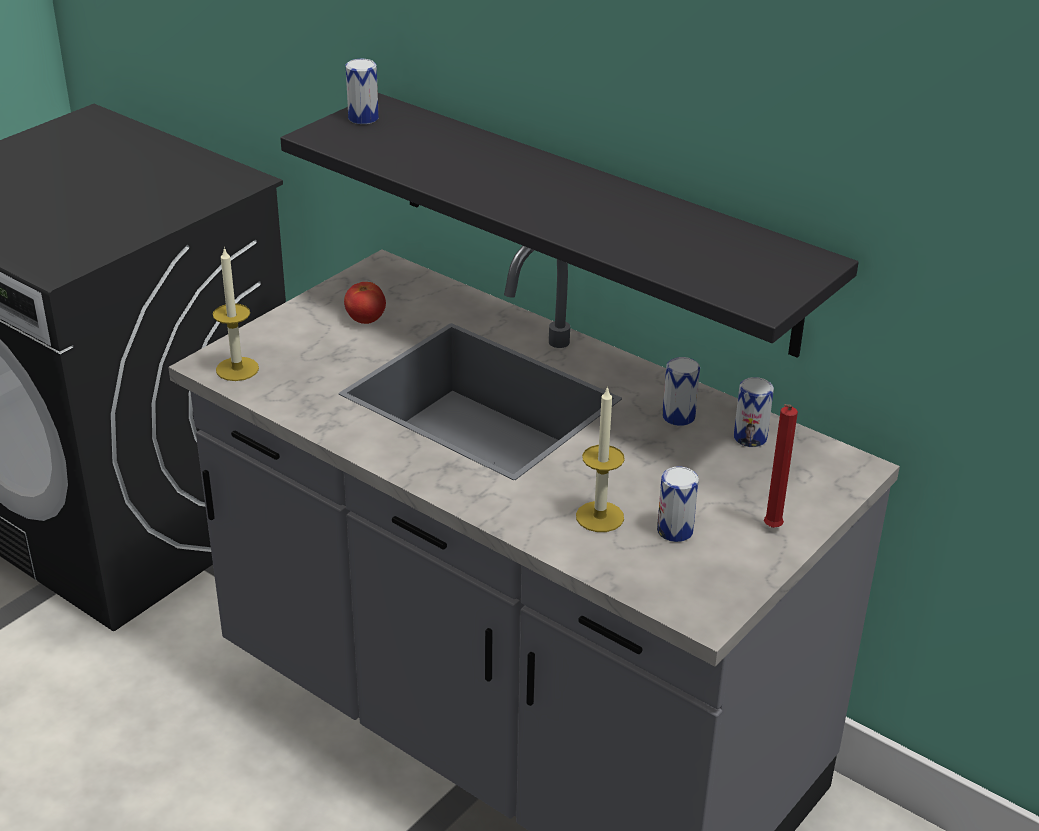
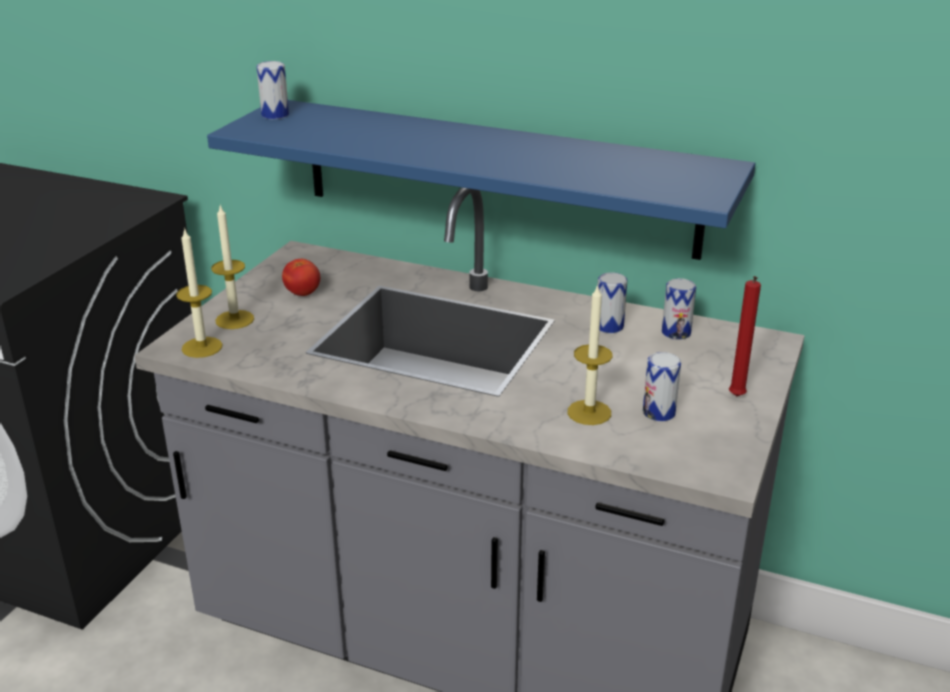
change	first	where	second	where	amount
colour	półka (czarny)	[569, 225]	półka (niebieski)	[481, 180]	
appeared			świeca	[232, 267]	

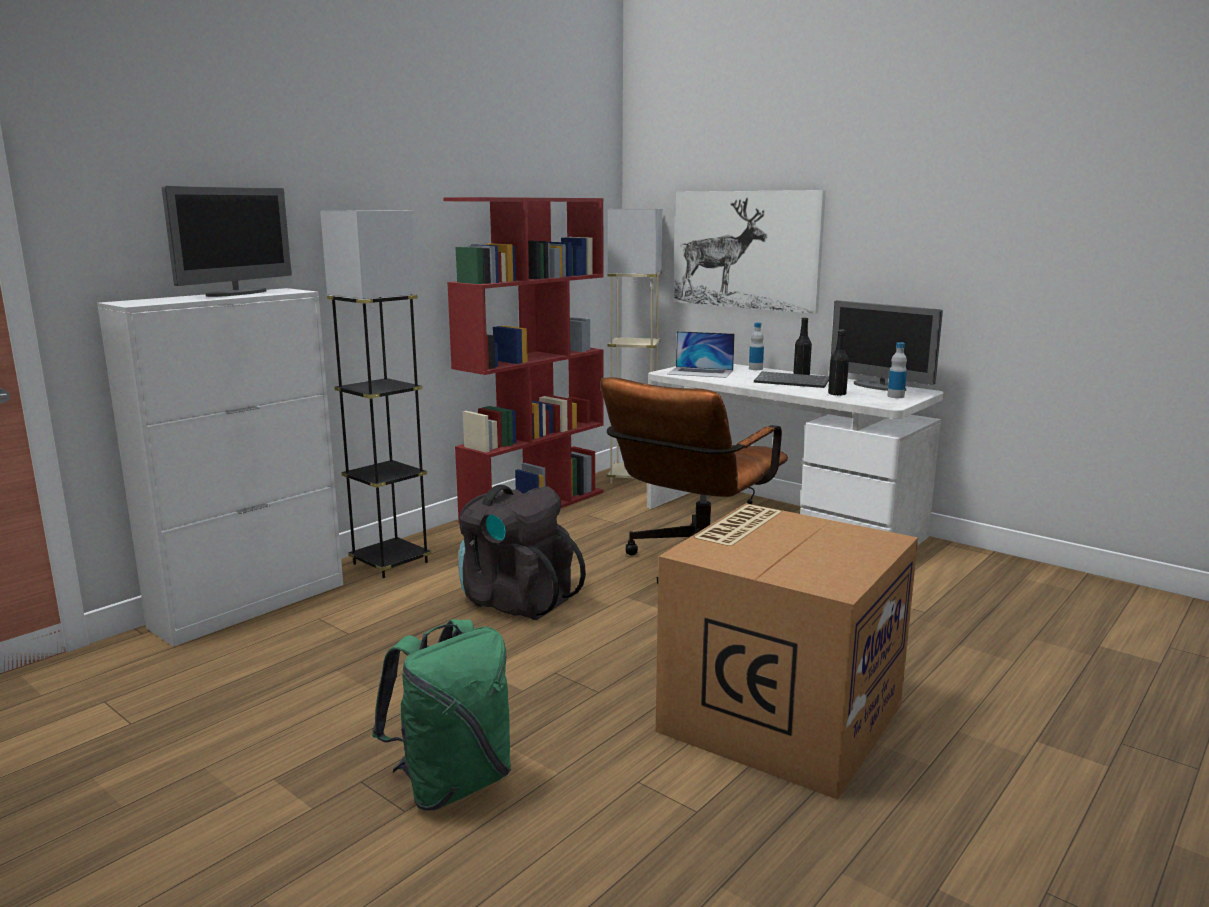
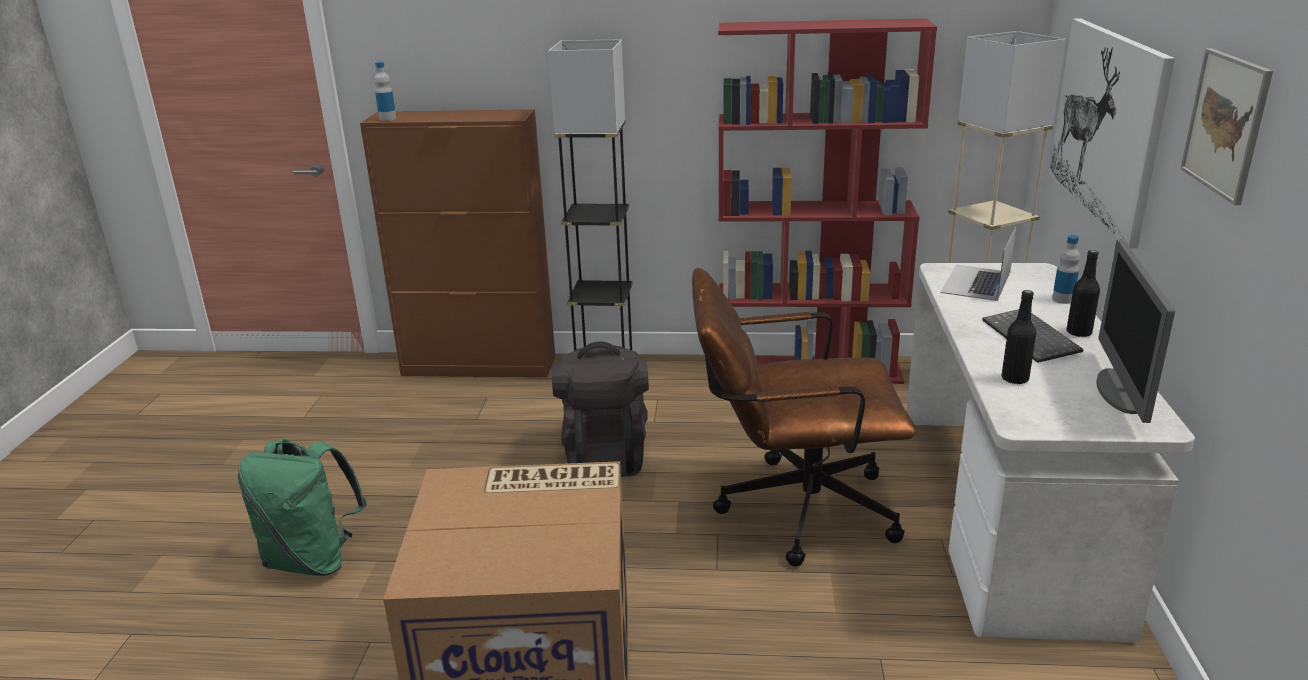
change	first	where	second	where	amount
colour	szafka (biały)	[220, 467]	szafka (brązowy)	[457, 243]	
relocated	butelka	[897, 370]		[385, 91]	
spun	laptop	[701, 354]		[978, 263]	45 degrees clockwise
appeared			obraz	[1226, 126]	
missing	monitor	[227, 241]			

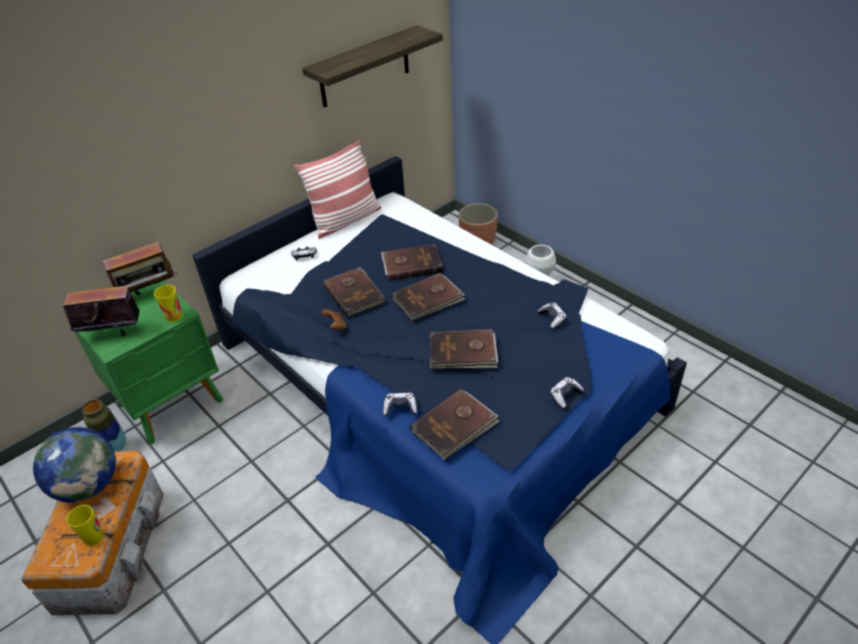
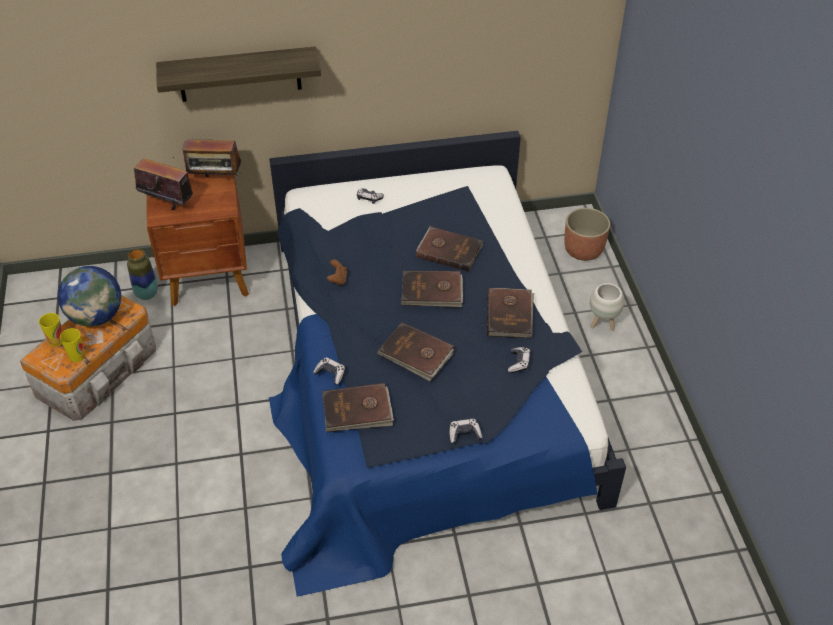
change	first	where	second	where	amount
relocated	filiżanka	[168, 303]		[51, 330]	
colour	szafka nocna (zielony)	[148, 362]	szafka nocna (brązowy)	[198, 239]	
relocated	półka	[372, 66]		[238, 74]	
relocated	książka (brązowy)	[354, 292]		[510, 313]	
missing	poduszka	[338, 189]			

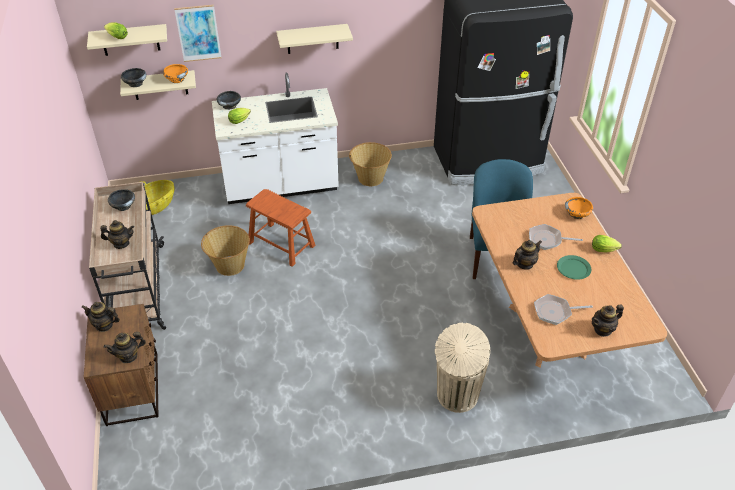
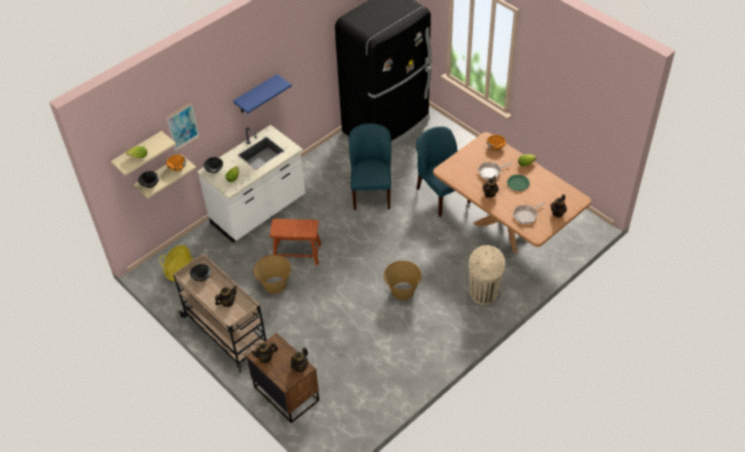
change	first	where	second	where	amount
colour	półka (beżowy)	[314, 39]	półka (niebieski)	[262, 93]	
appeared			krzesło (niebieski)	[370, 167]	
relocated	koszyk	[370, 164]		[403, 280]	

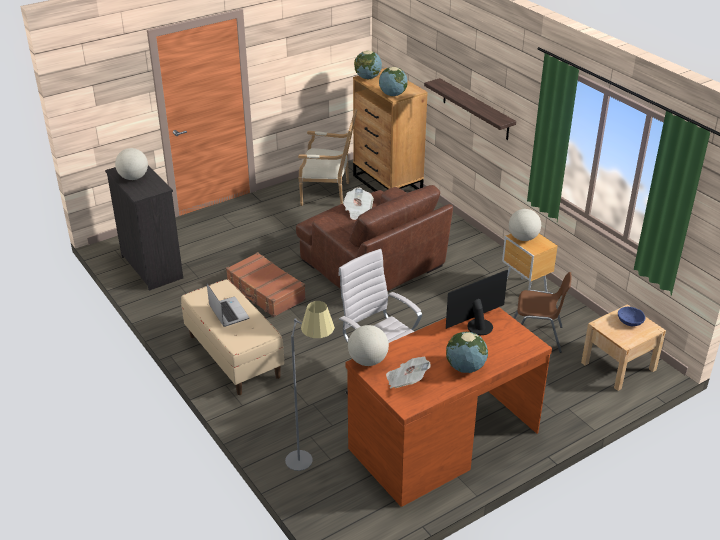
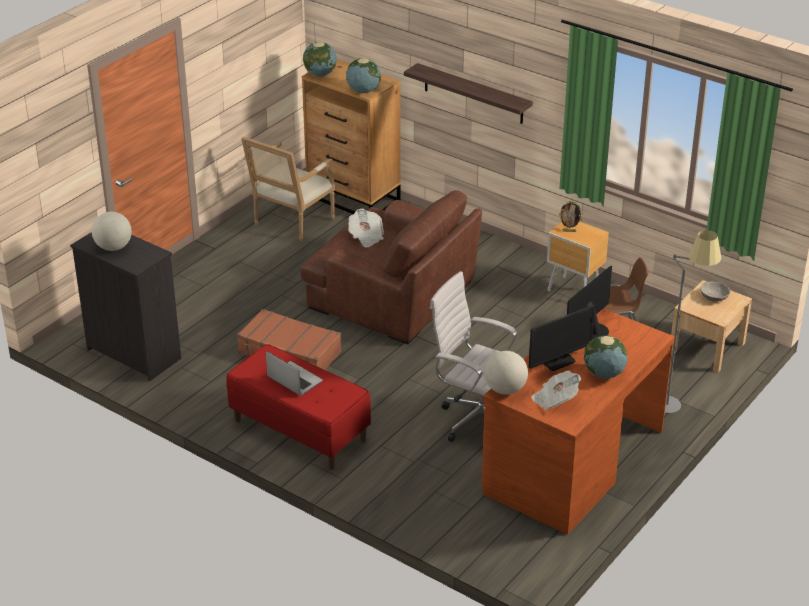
change	first	where	second	where	amount
colour	ławka (beżowy)	[232, 337]	ławka (czerwony)	[298, 407]	
spun	fotel	[327, 157]		[288, 189]	135 degrees clockwise
appeared			monitor	[562, 338]	
exchanged	globus	[525, 225]	ramka na zdjęcie	[571, 216]	
relocated	lampa stojąca (szary)	[310, 386]		[693, 322]	
colour	miska (niebieski)	[632, 316]	miska (szary)	[715, 291]	

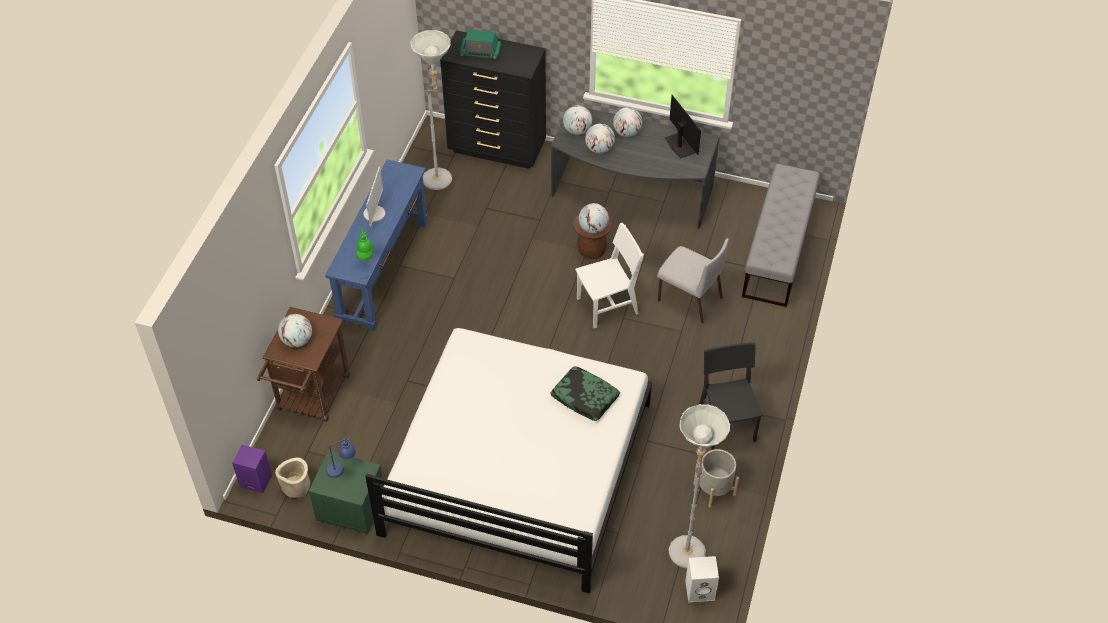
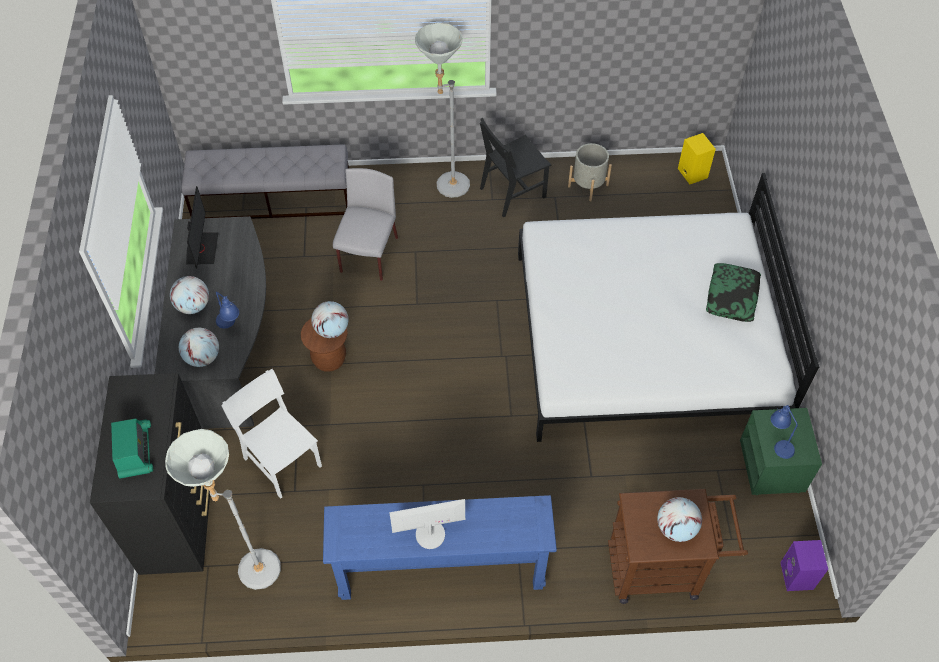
change	first	where	second	where	amount
spun	monitor	[683, 127]		[202, 227]	135 degrees clockwise
exchanged	globus	[600, 139]	lampa stołowa (niebieski)	[227, 310]	
relocated	krzesło (biały)	[609, 275]		[271, 434]	
relocated	lampa stojąca (szary)	[699, 486]		[442, 110]	
colour	głośnik (biały)	[702, 579]	głośnik (żółty)	[697, 158]	
relocated	poduszka	[585, 393]		[733, 292]	
missing	donica (beżowy)	[292, 478]			
missing	lampa stołowa (zielony)	[365, 244]			

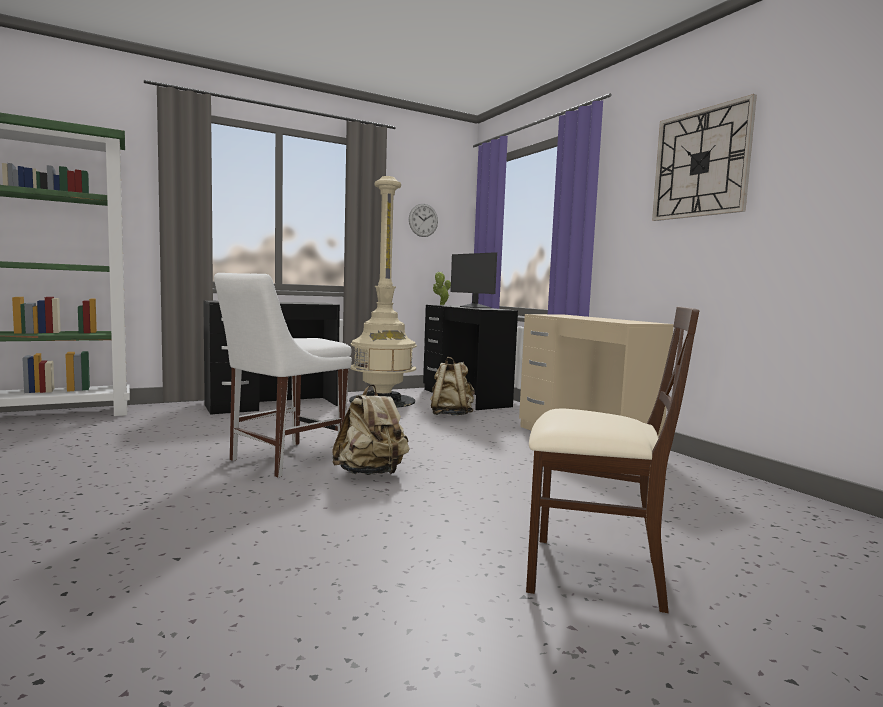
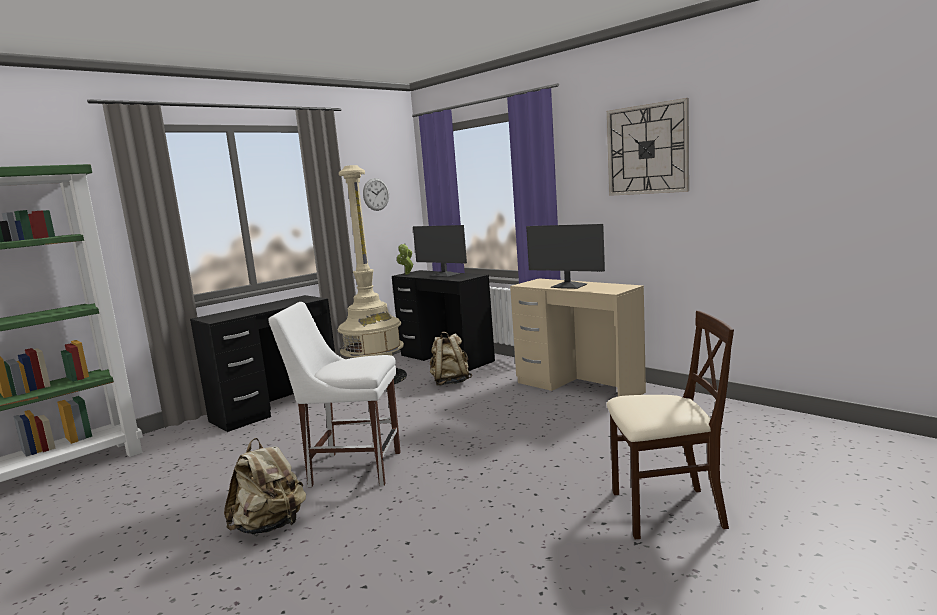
change	first	where	second	where	amount
relocated	plecak (beżowy)	[371, 429]		[265, 486]	
spun	krzesło (biały)	[283, 375]		[334, 394]	75 degrees clockwise
appeared			monitor	[565, 256]	

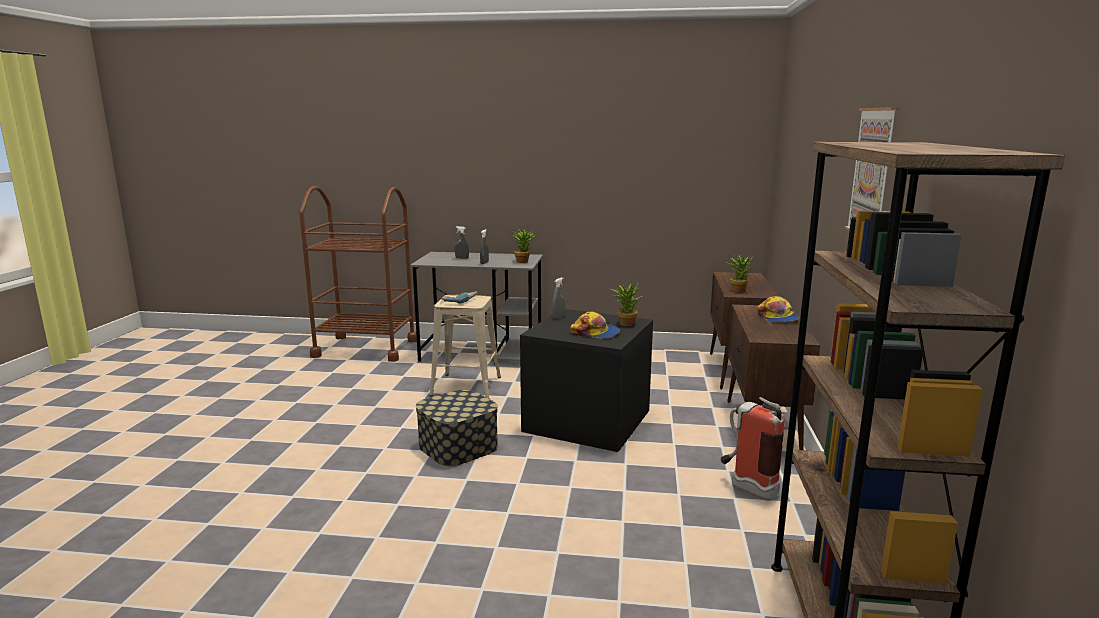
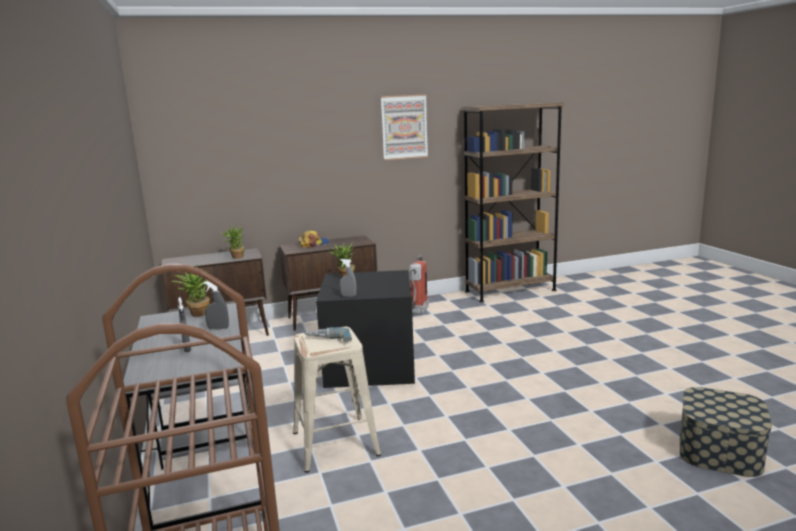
change	first	where	second	where	amount
relocated	pojemnik do przechowywania	[457, 427]		[726, 432]	
missing	czapka z daszkiem	[595, 325]			

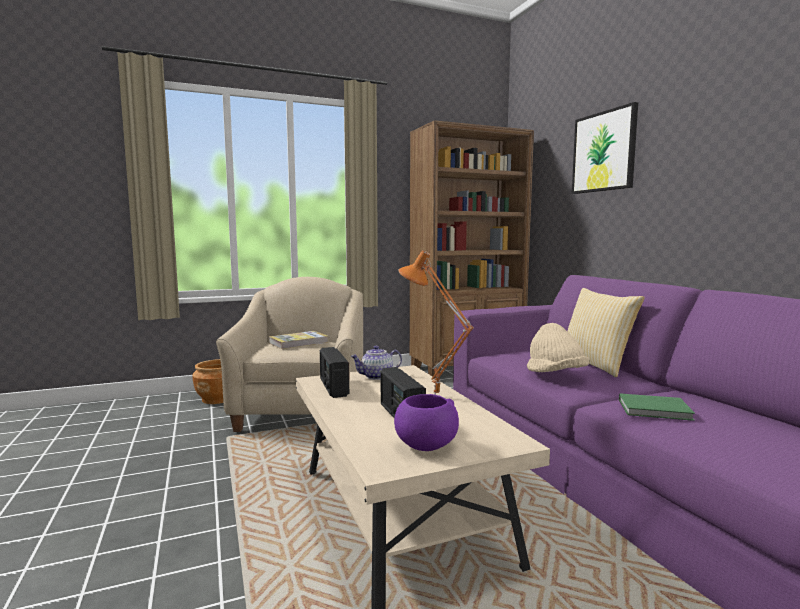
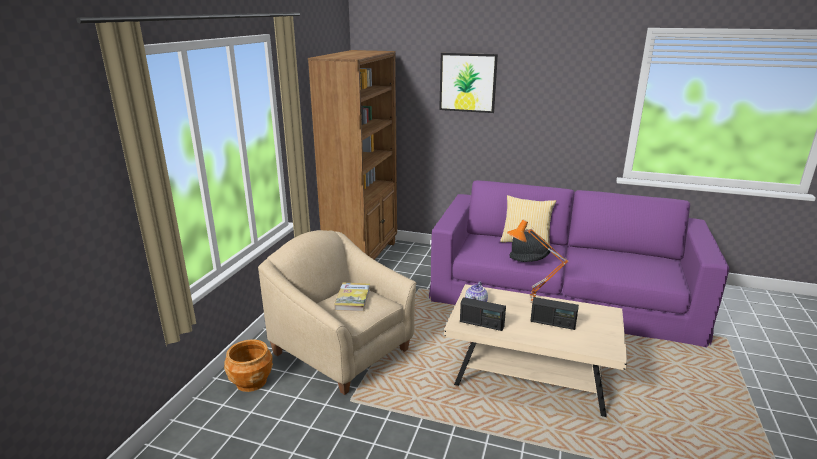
change	first	where	second	where	amount
colour	kapelusz (beżowy)	[558, 347]	kapelusz (czarny)	[530, 245]	
missing	miska (fioletowy)	[426, 422]			
missing	książka (zielony)	[657, 407]			

